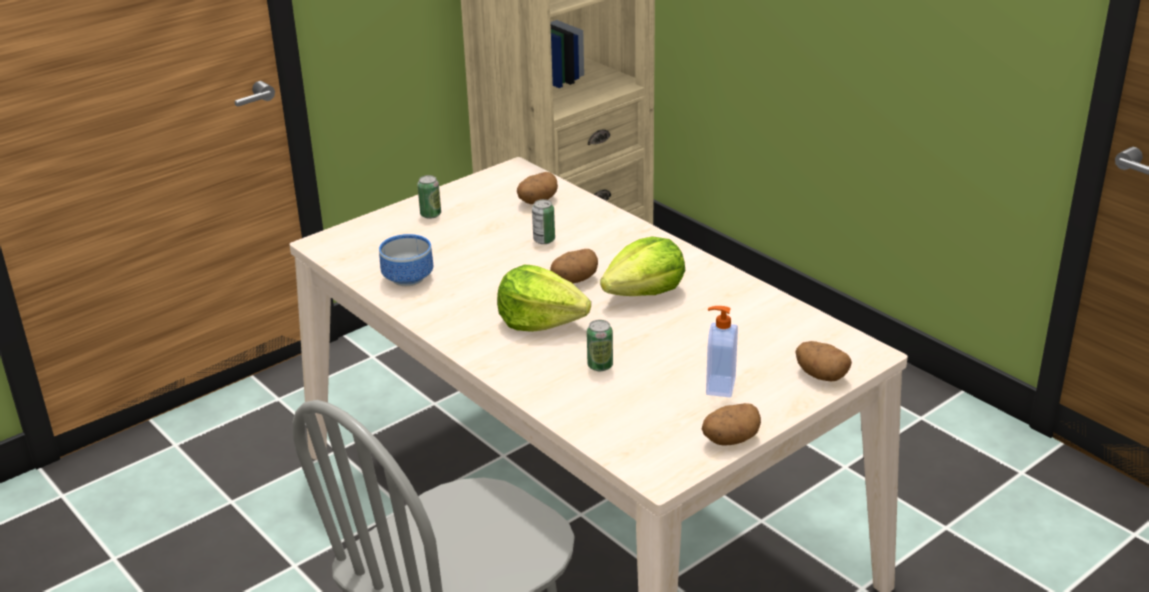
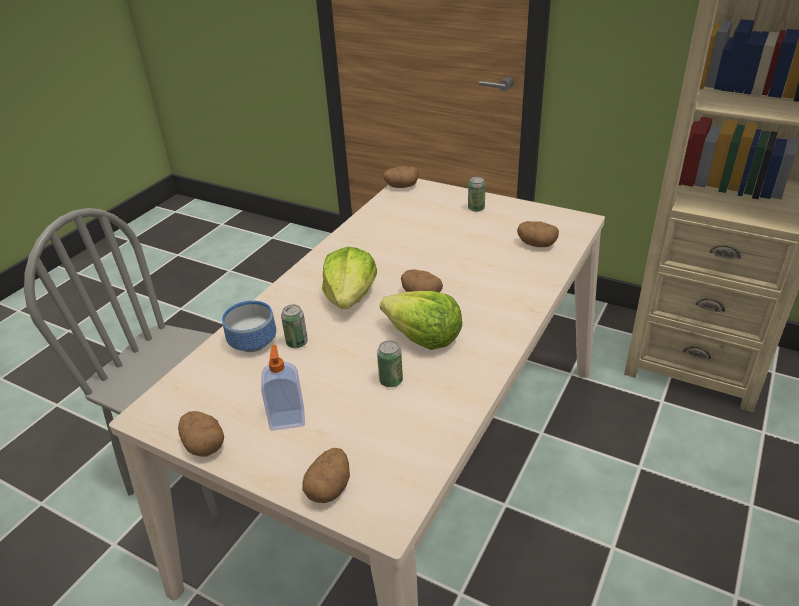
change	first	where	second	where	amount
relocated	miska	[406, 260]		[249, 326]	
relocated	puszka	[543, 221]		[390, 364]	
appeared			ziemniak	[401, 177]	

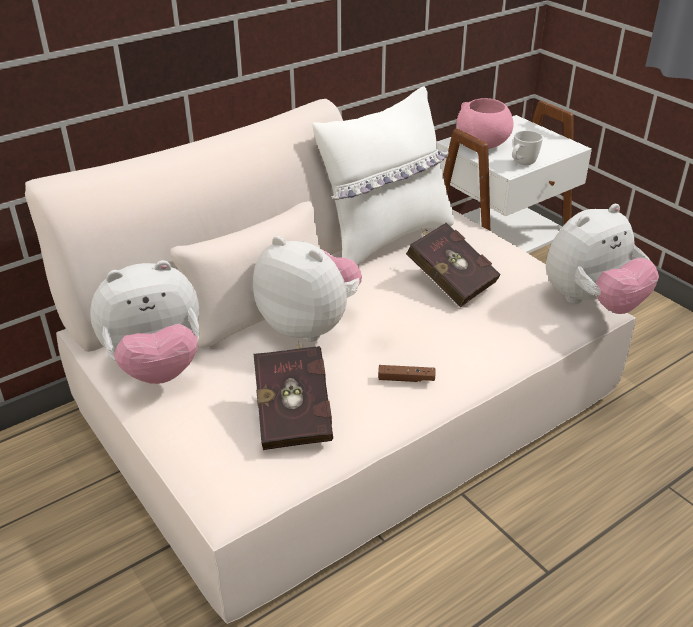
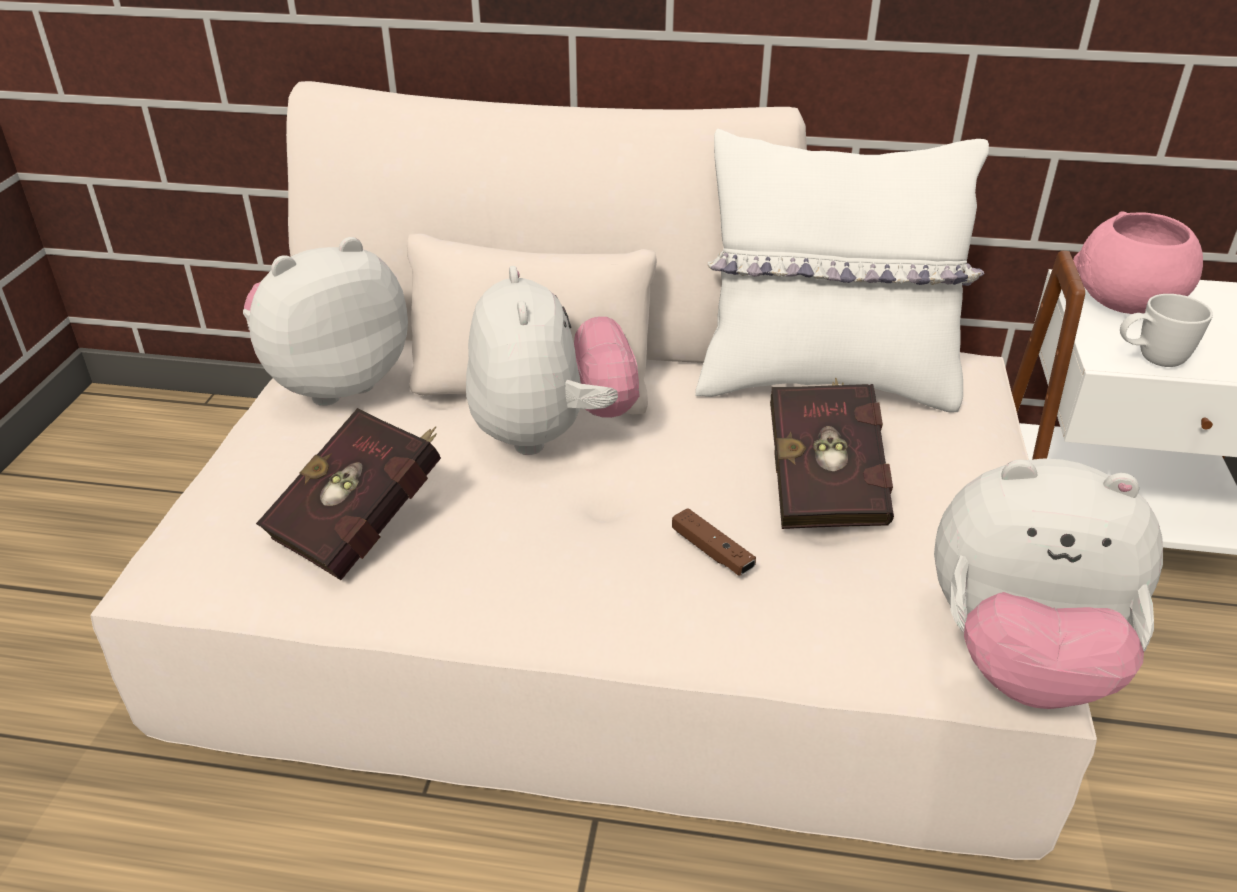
change	first	where	second	where	amount
spun	pluszak	[144, 322]		[325, 321]	120 degrees clockwise
relocated	pad do gier (brązowy)	[406, 373]		[714, 542]	

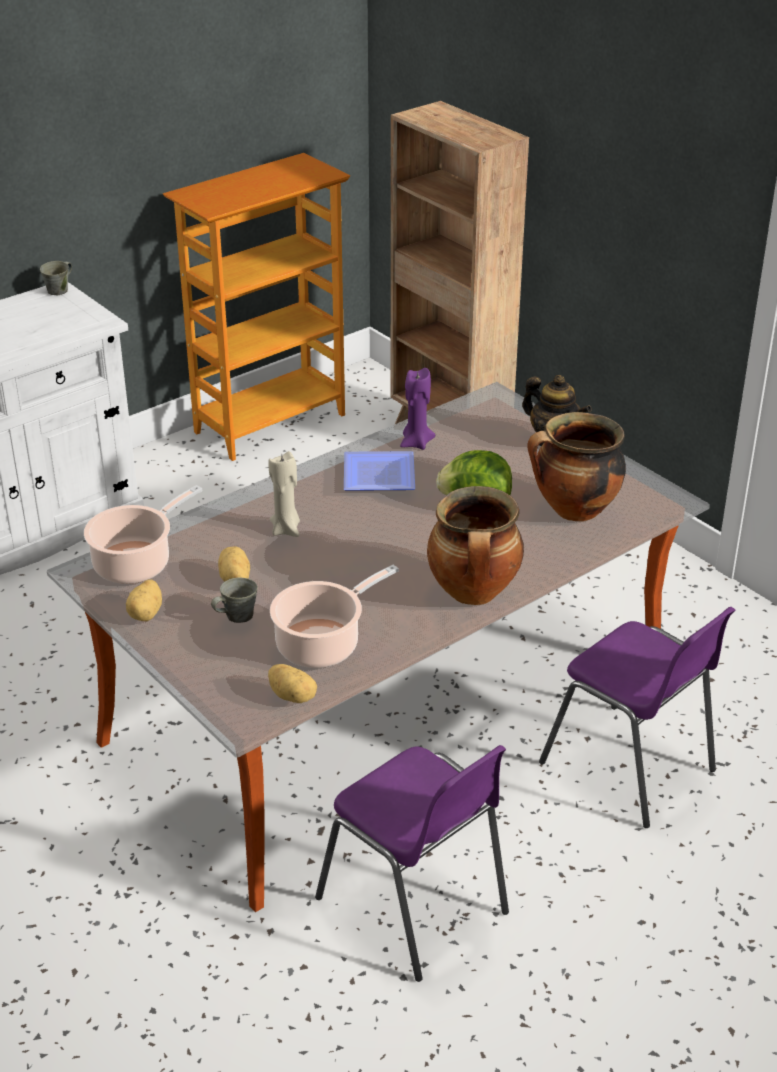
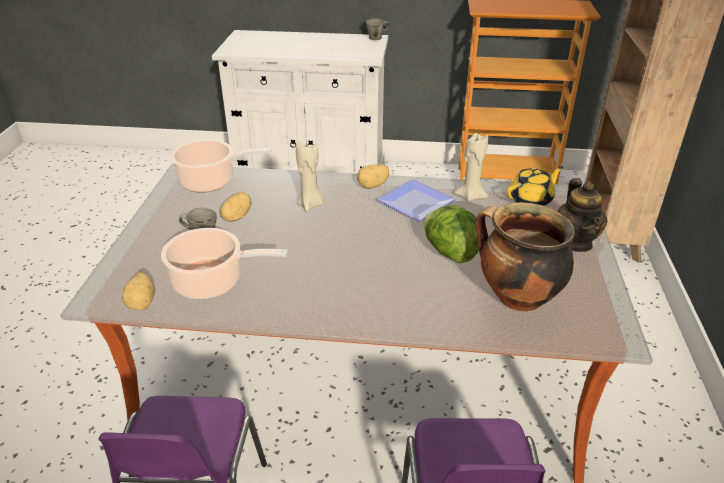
change	first	where	second	where	amount
relocated	ziemniak	[144, 600]		[373, 176]	
colour	świeca (fioletowy)	[418, 409]	świeca (beżowy)	[471, 167]	
appeared			imbryk (żółty)	[535, 186]	
missing	garnek	[475, 545]			

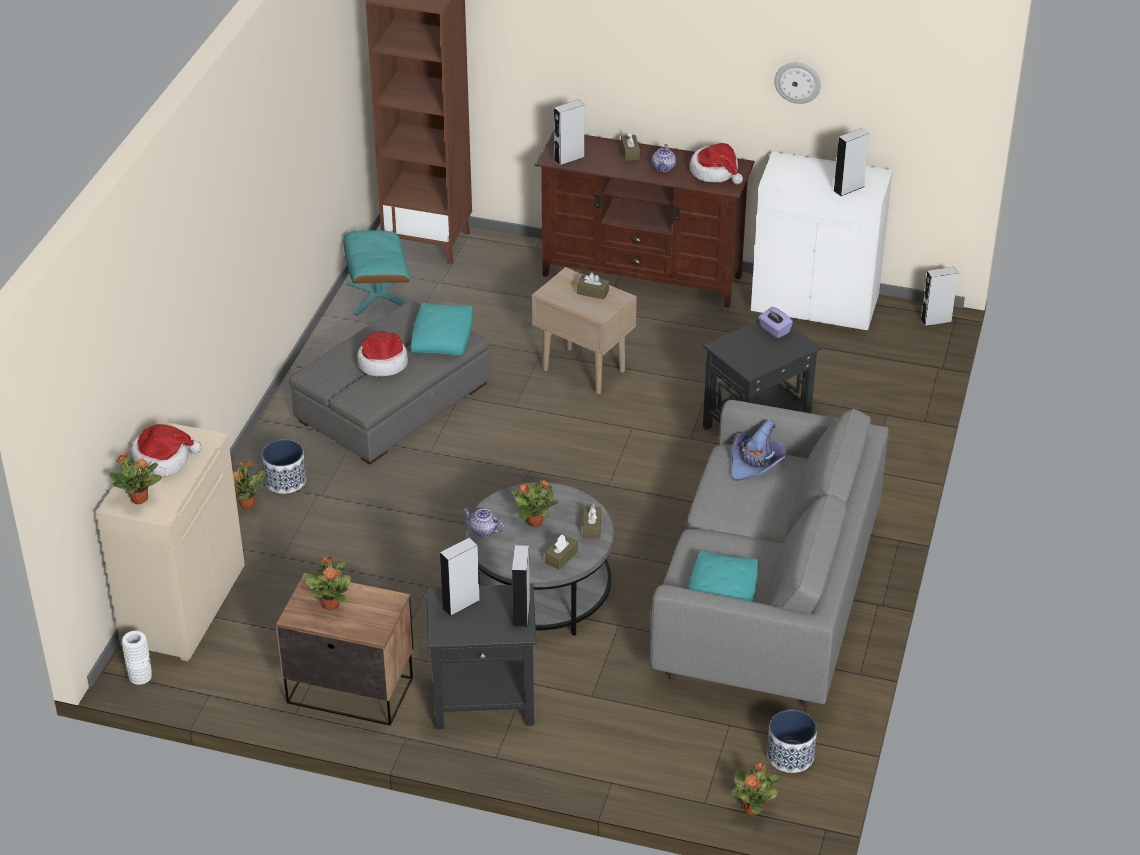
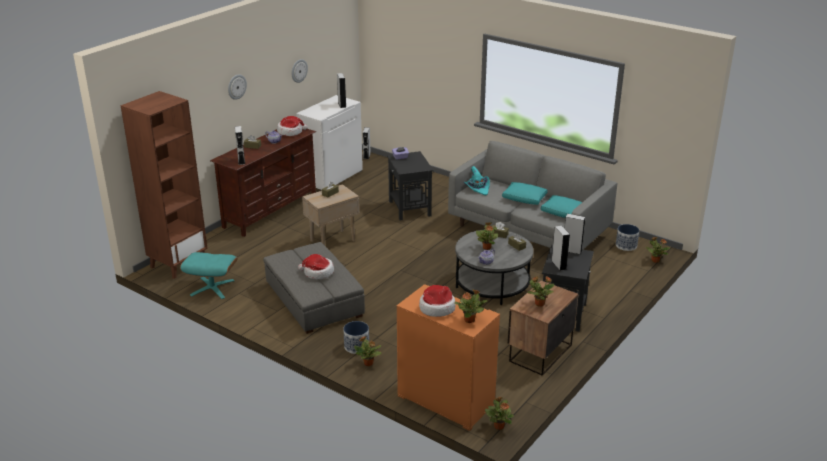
change	first	where	second	where	amount
appeared			zegar ścienny	[237, 87]	
colour	szafka (beżowy)	[170, 541]	szafka (pomarańczowy)	[448, 357]	
colour	kapelusz (fioletowy)	[759, 450]	kapelusz (turkusowy)	[477, 181]	
exchanged	wazon (biały)	[137, 657]	roślina doniczkowa	[499, 413]	
relocated	poduszka (turkusowy)	[442, 329]		[525, 193]	

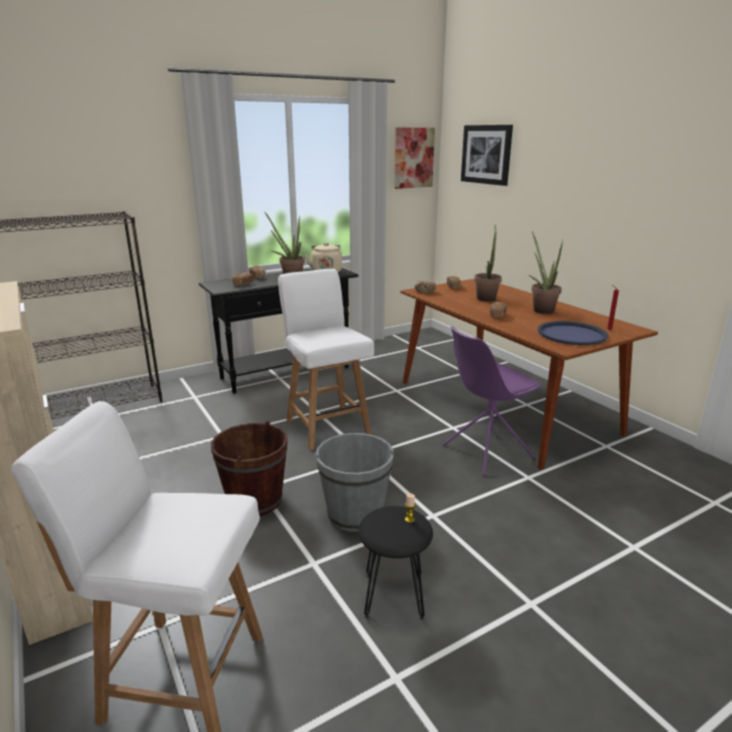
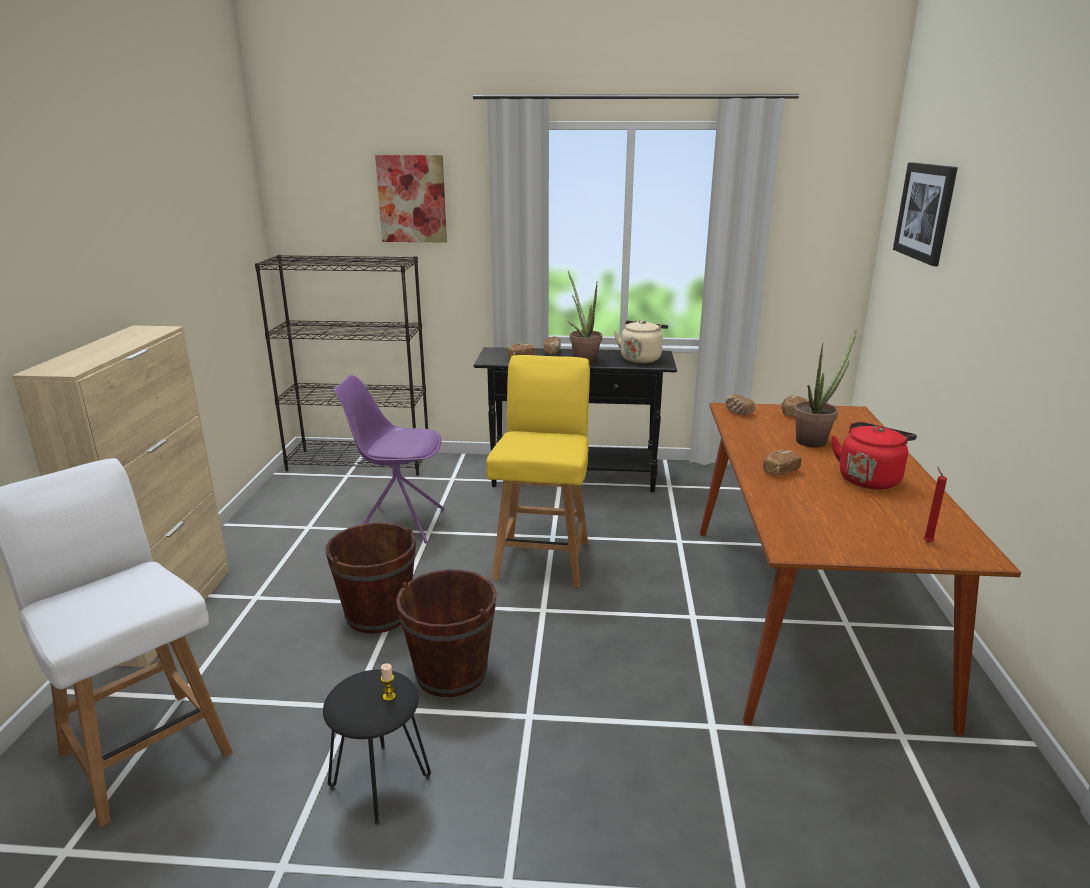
change	first	where	second	where	amount
relocated	krzesło (fioletowy)	[492, 401]		[389, 459]	
relocated	obraz	[415, 158]		[411, 199]	
colour	wiadro (szary)	[354, 482]	wiadro (brązowy)	[446, 633]	
colour	krzesło (biały)	[326, 359]	krzesło (żółty)	[538, 471]	
exchanged	roślina doniczkowa	[546, 272]	czajnik (czerwony)	[874, 455]	
missing	taca (niebieski)	[573, 333]			

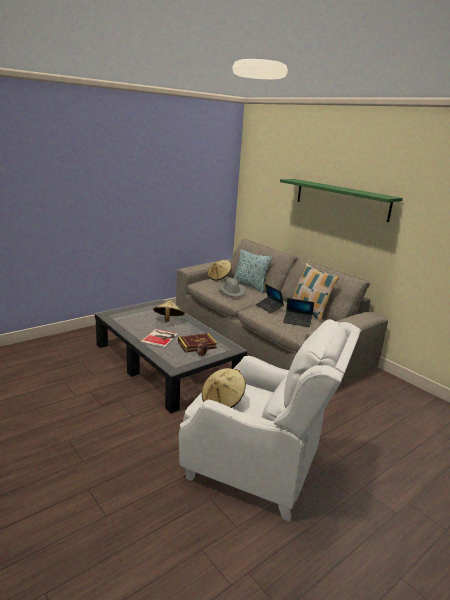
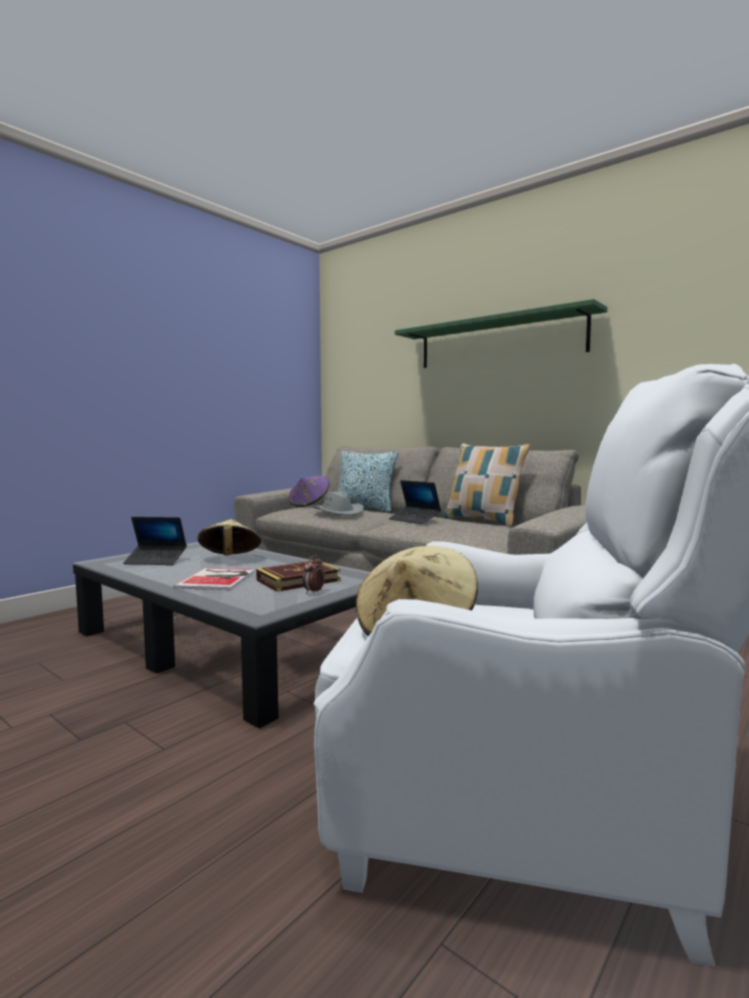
change	first	where	second	where	amount
relocated	laptop	[298, 312]		[155, 541]	
colour	kapelusz (beżowy)	[220, 270]	kapelusz (fioletowy)	[309, 491]	

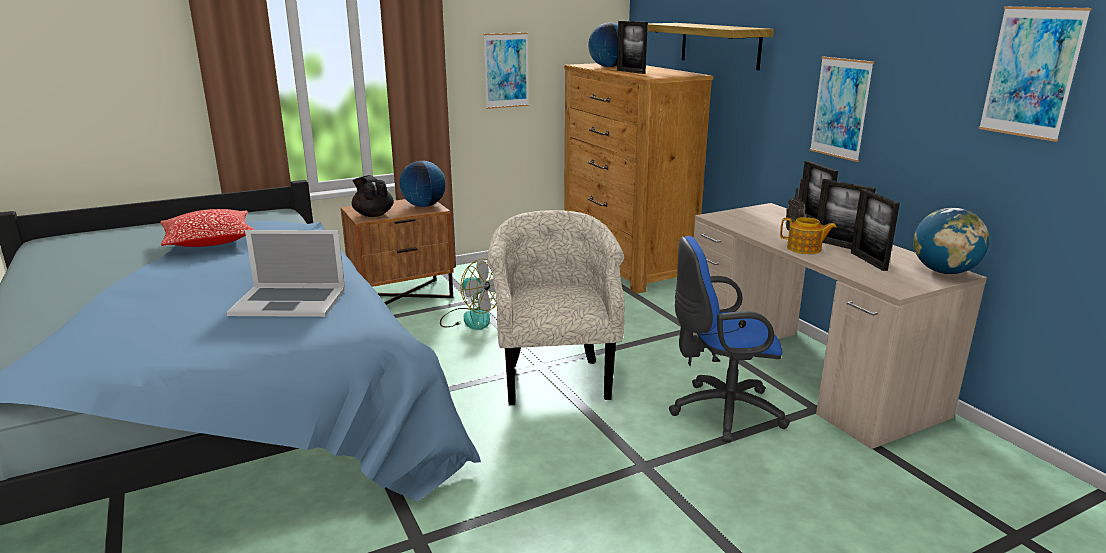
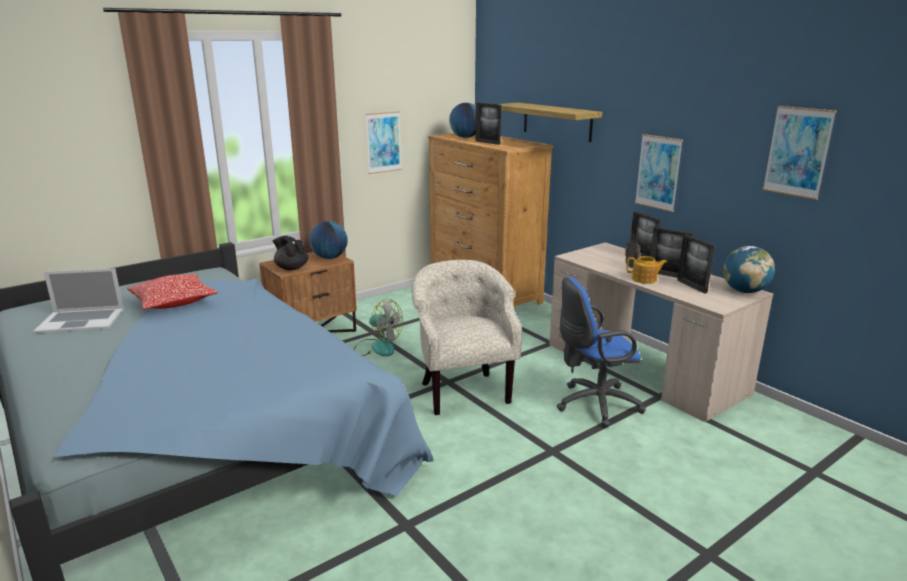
change	first	where	second	where	amount
relocated	laptop	[286, 273]		[78, 301]	

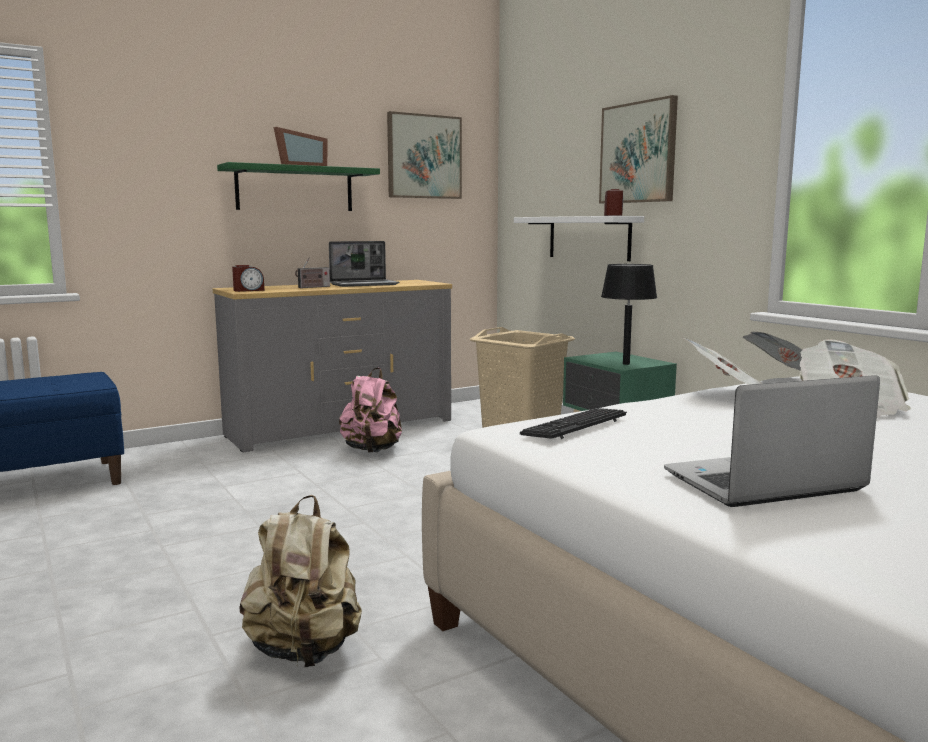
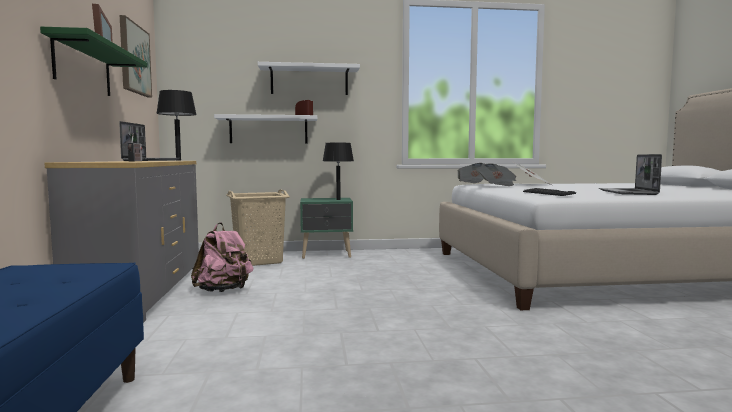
change	first	where	second	where	amount
appeared			lampa stołowa (czarny)	[176, 125]	
exchanged	obraz	[638, 149]	półka (biały)	[309, 78]	
missing	budzik	[248, 278]			
missing	plecak (beżowy)	[300, 581]			

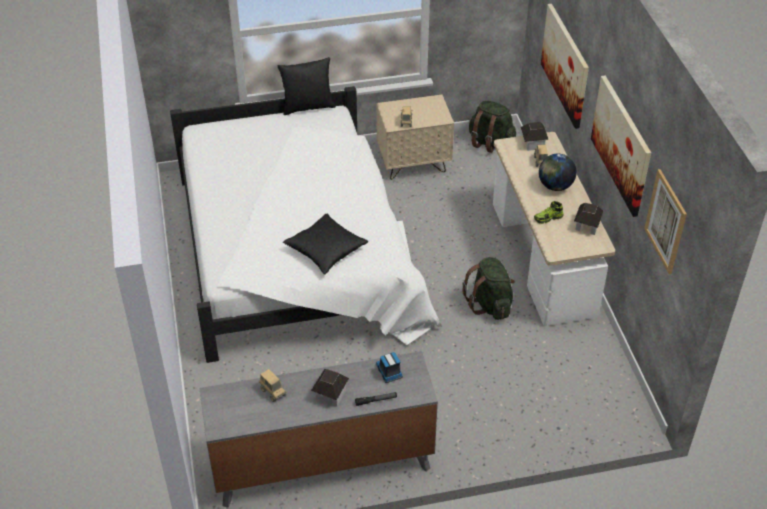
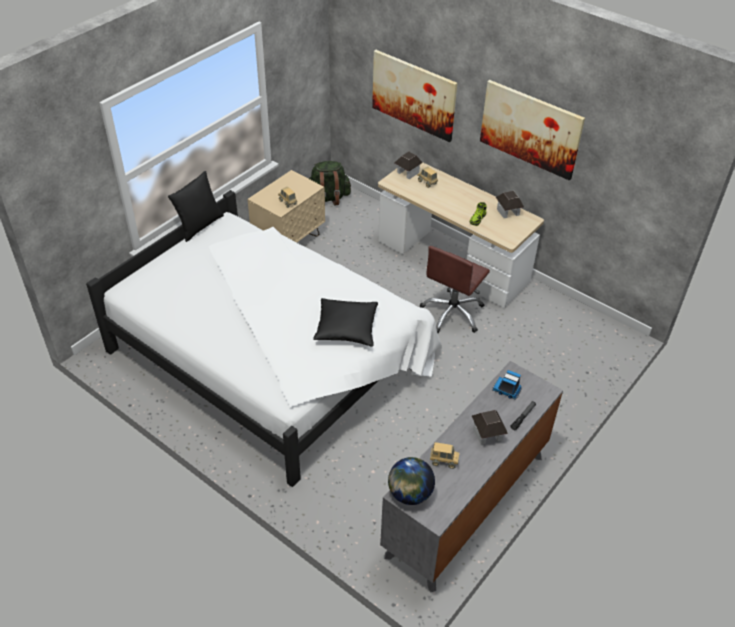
change	first	where	second	where	amount
relocated	globus	[558, 172]		[411, 481]	
exchanged	plecak (zielony)	[488, 288]	krzesło biurowe (brązowy)	[455, 289]	
missing	obraz	[665, 221]			

